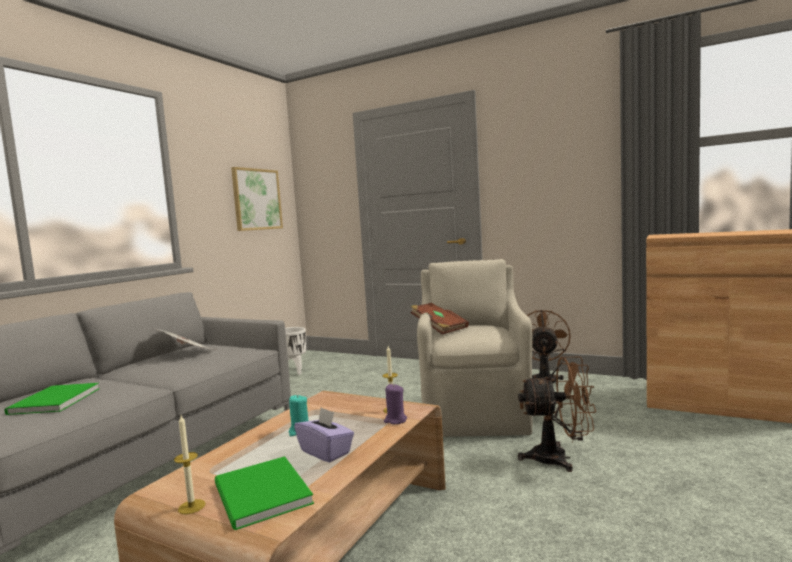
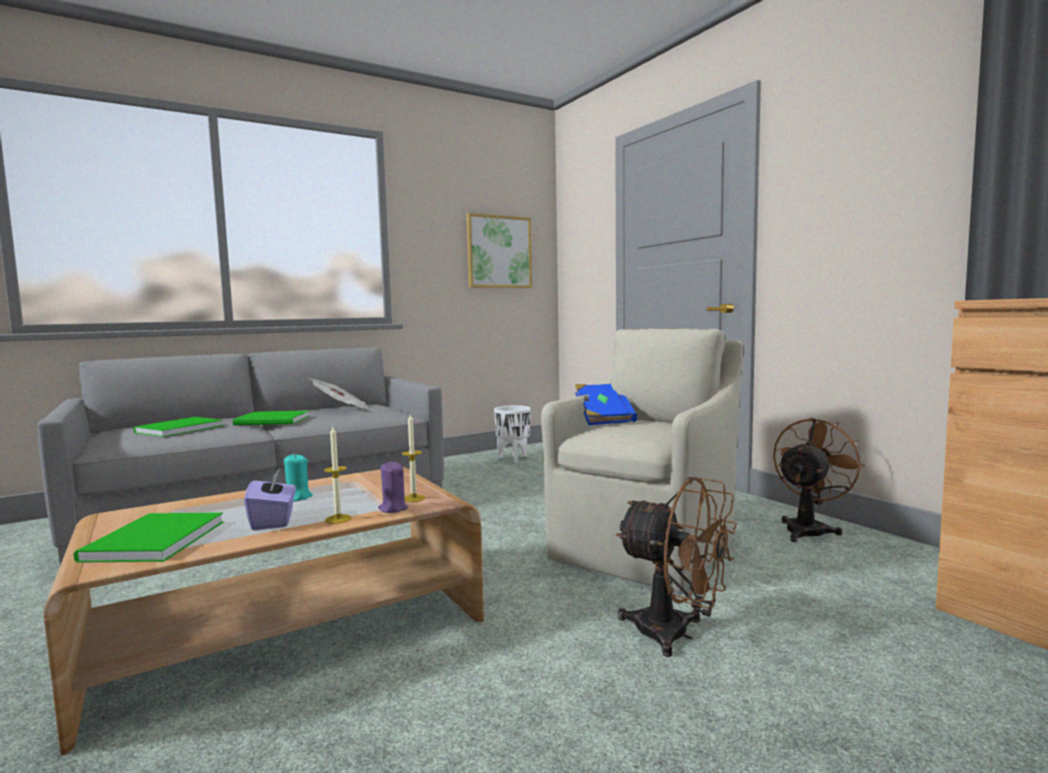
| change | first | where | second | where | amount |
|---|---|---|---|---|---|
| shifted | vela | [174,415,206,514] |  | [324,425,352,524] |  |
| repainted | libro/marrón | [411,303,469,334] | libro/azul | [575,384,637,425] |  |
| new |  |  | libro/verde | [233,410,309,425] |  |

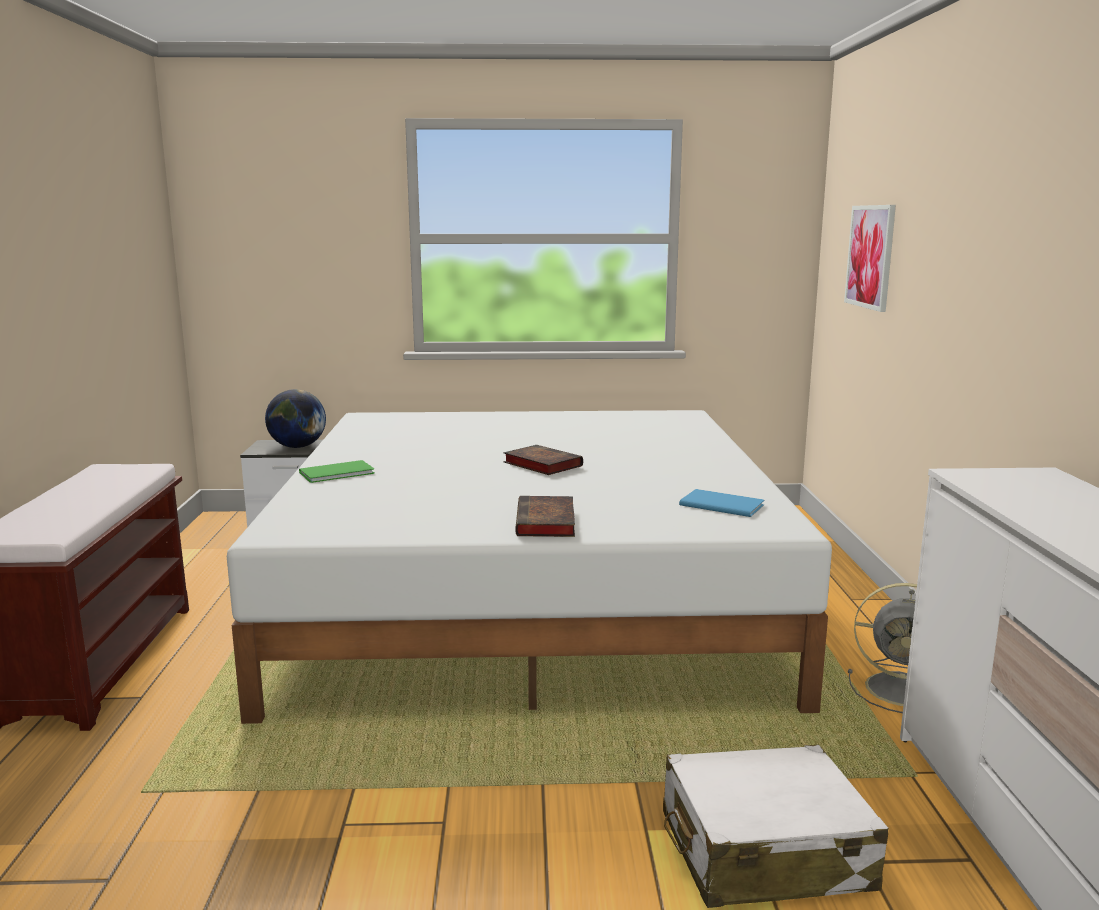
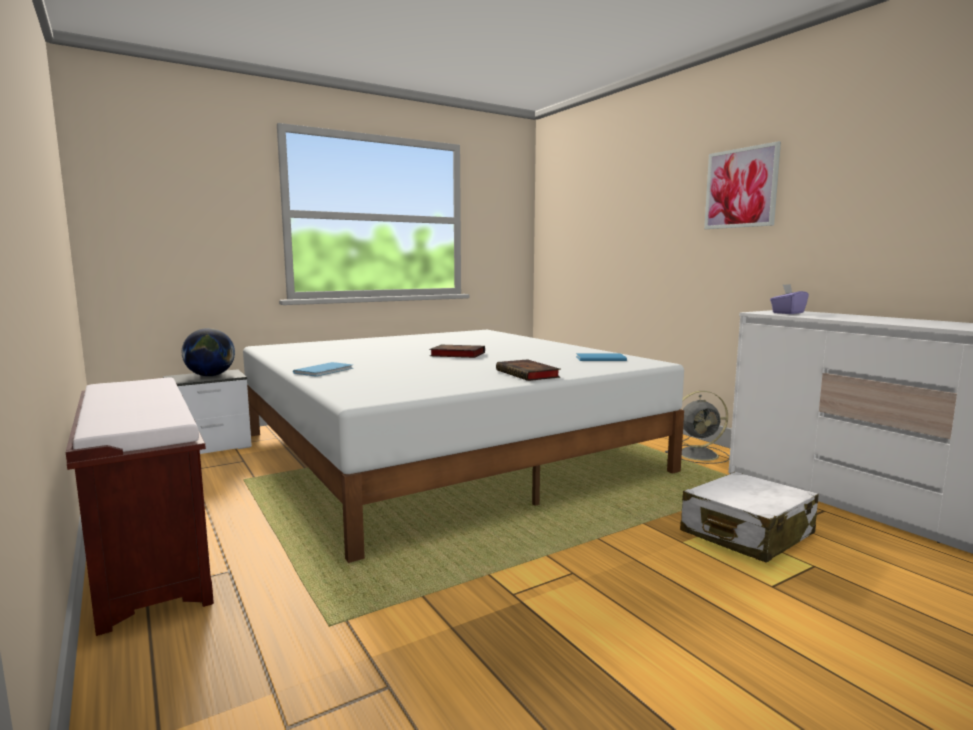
| change | first | where | second | where | amount |
|---|---|---|---|---|---|
| repainted | libro/verde | [299,460,374,483] | libro/azul | [293,362,353,377] |  |
| shifted | cuadro | [844,205,896,312] |  | [704,141,781,229] |  |
| new |  |  | caja de pañuelos/morado | [770,284,809,314] |  |

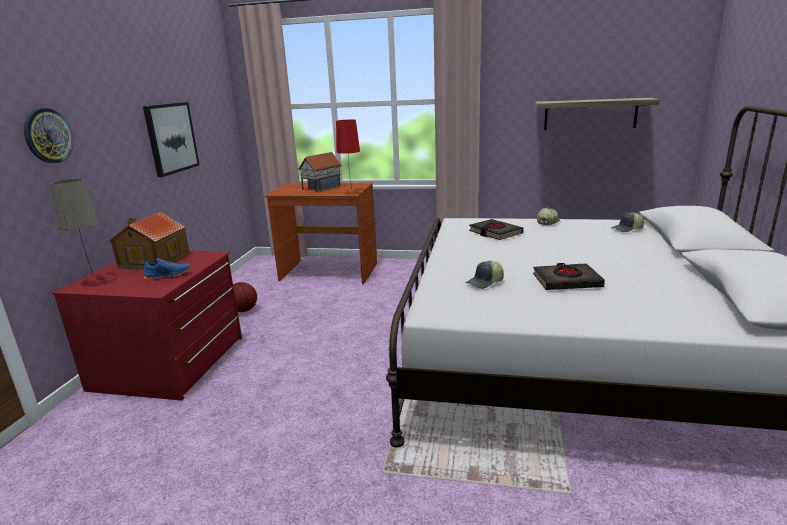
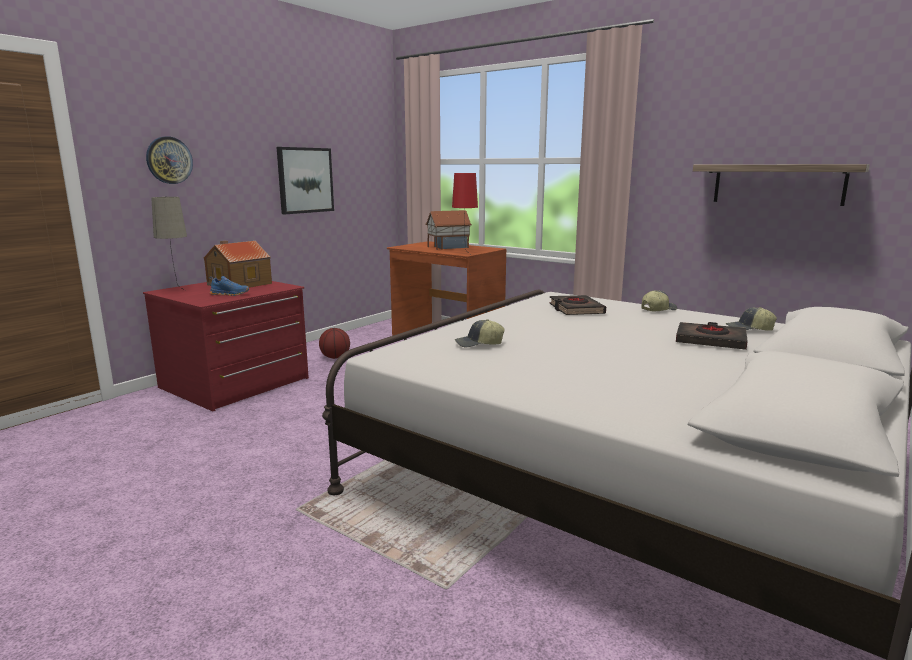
| change | first | where | second | where | amount |
|---|---|---|---|---|---|
| shifted | libro/negro | [533,263,605,290] |  | [676,322,748,350] |  |

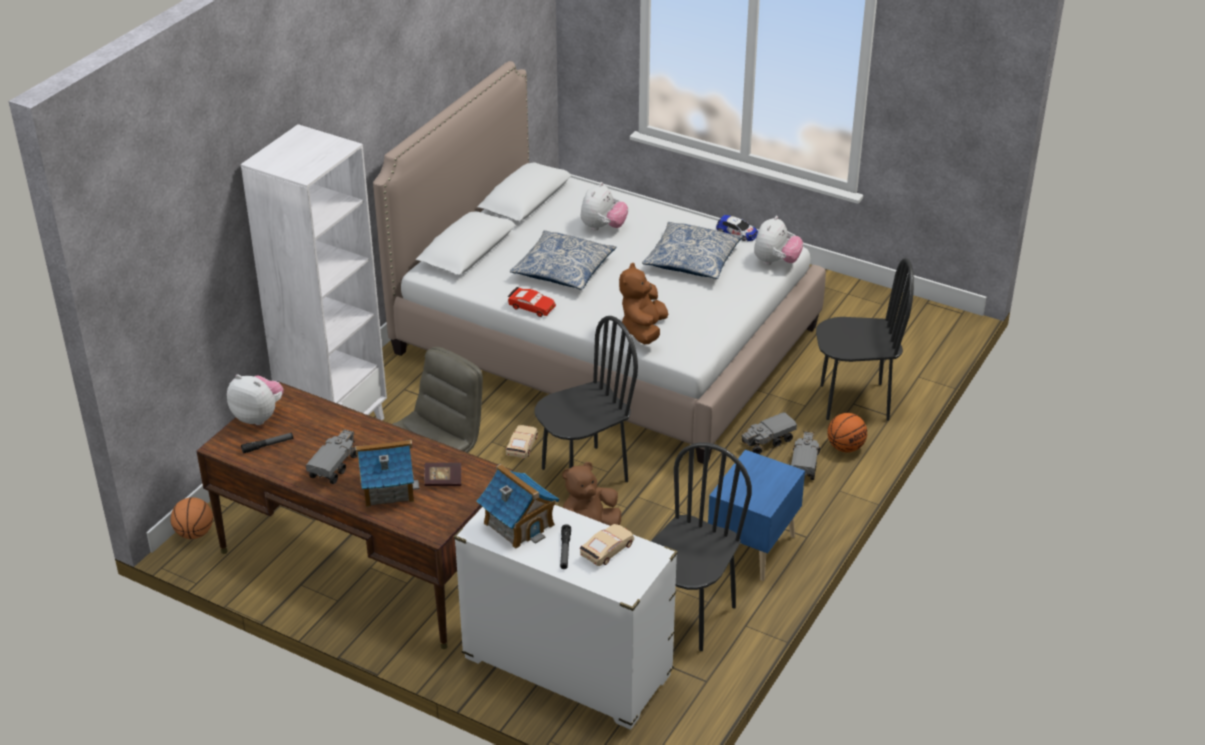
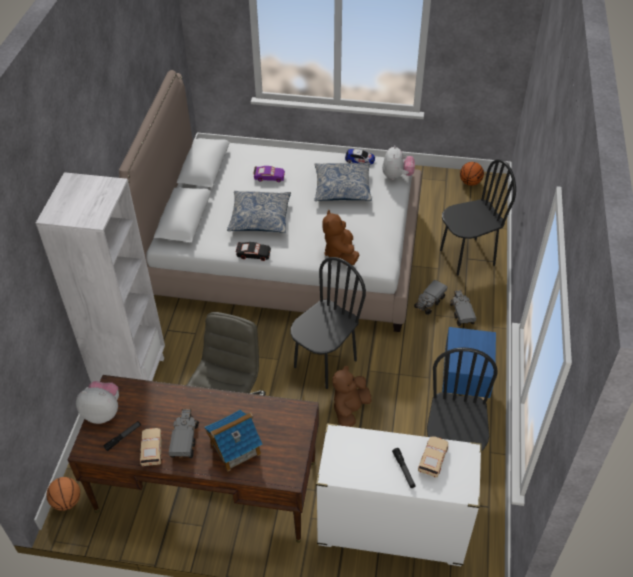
| change | first | where | second | where | amount |
|---|---|---|---|---|---|
| gone | libro | [424,463,461,486] |  |  |  |
| gone | casita | [477,464,559,549] |  |  |  |
| shifted | coche de juguete/beis | [506,425,538,458] |  | [140,428,162,466] |  |
| repainted | coche de juguete/rojo | [507,287,556,317] | coche de juguete/negro | [236,242,271,261] |  |
| swapped | peluche | [581,182,628,231] | coche de juguete/morado | [253,166,285,182] |  |
| shifted | balón de baloncesto | [827,413,867,453] |  | [460,162,484,186] |  |

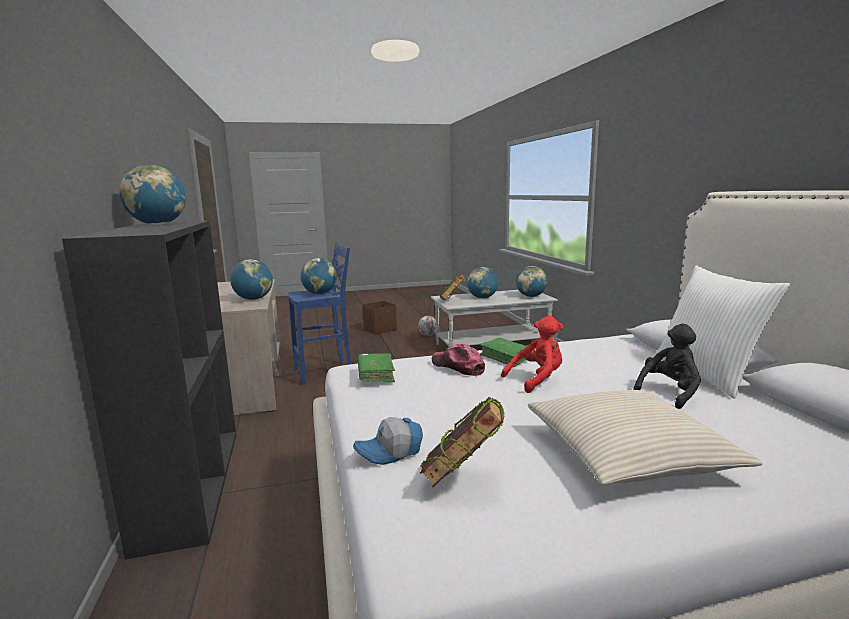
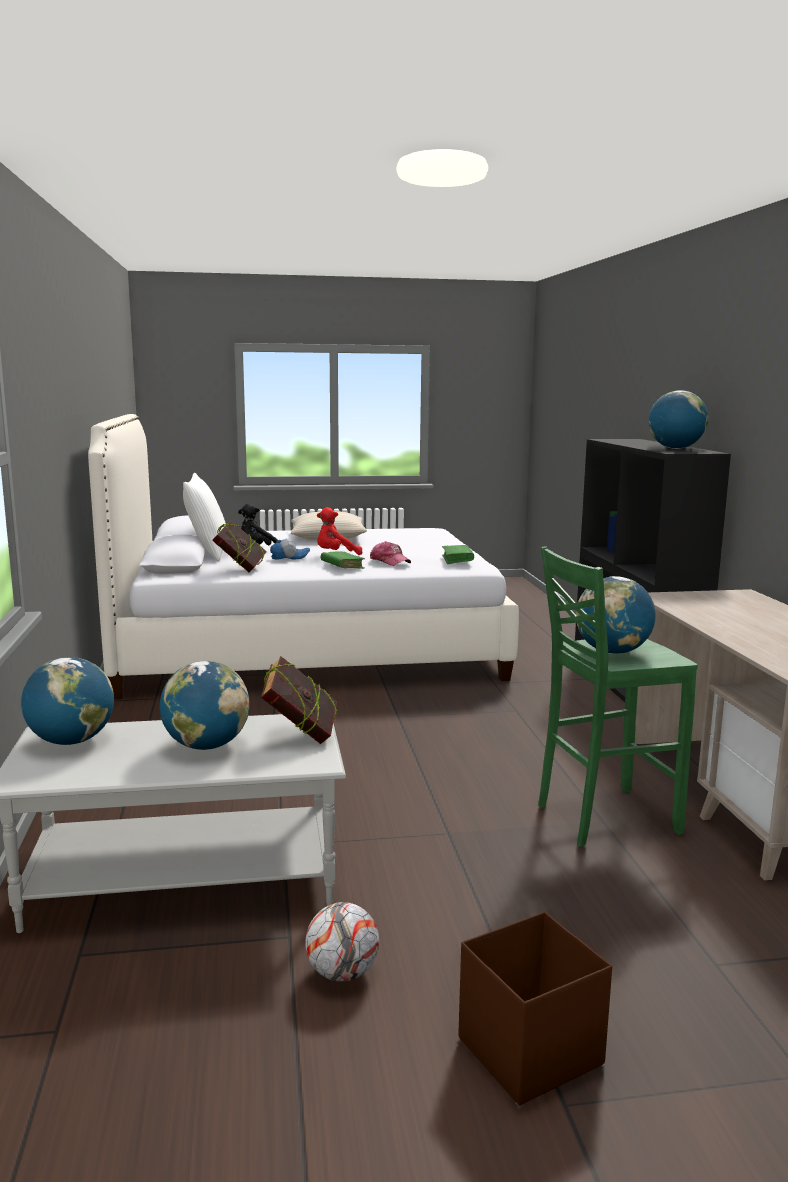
| change | first | where | second | where | amount |
|---|---|---|---|---|---|
| gone | globo terráqueo | [230,259,273,300] |  |  |  |
| repainted | taburete/azul | [288,243,351,385] | taburete/verde | [538,546,698,847] |  |
| shifted | gorra | [353,417,423,465] |  | [270,539,310,560] |  |
| shifted | libro | [420,396,505,487] |  | [212,520,267,573] |  |

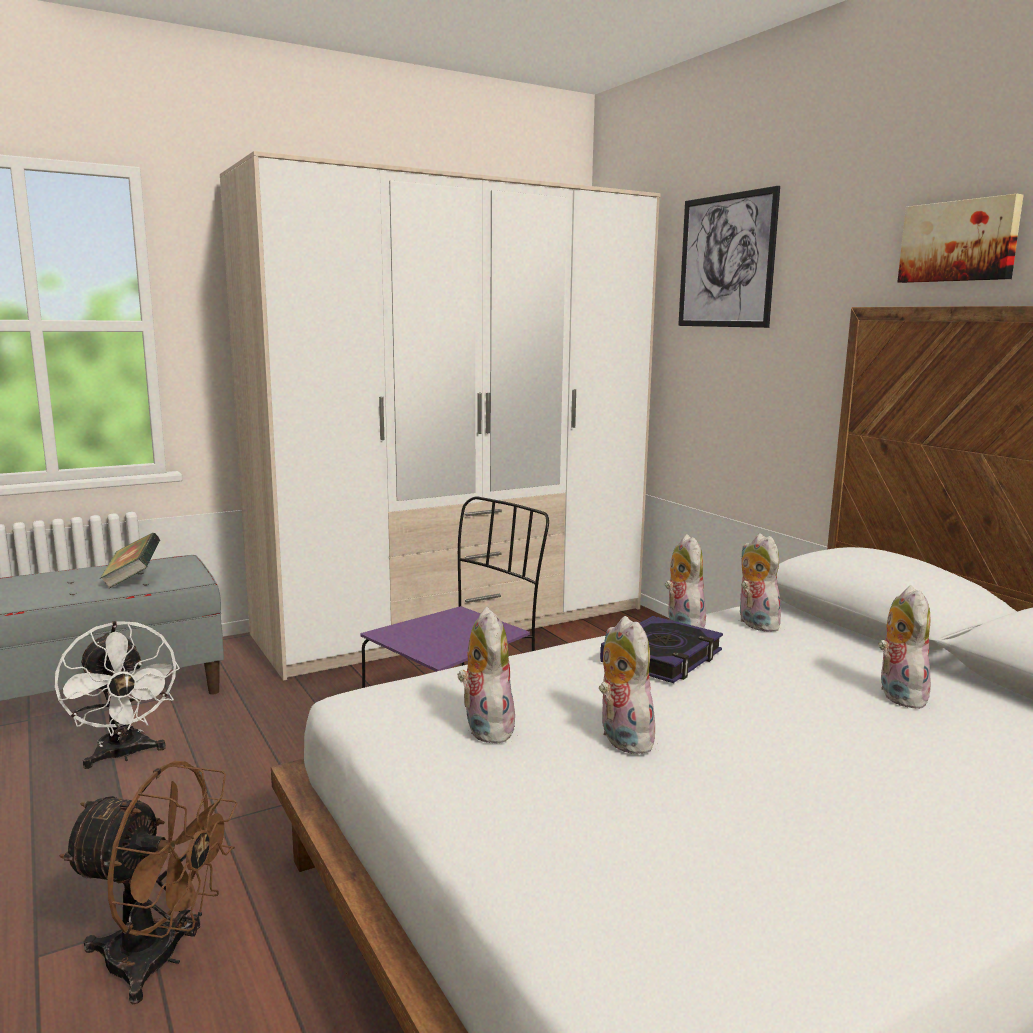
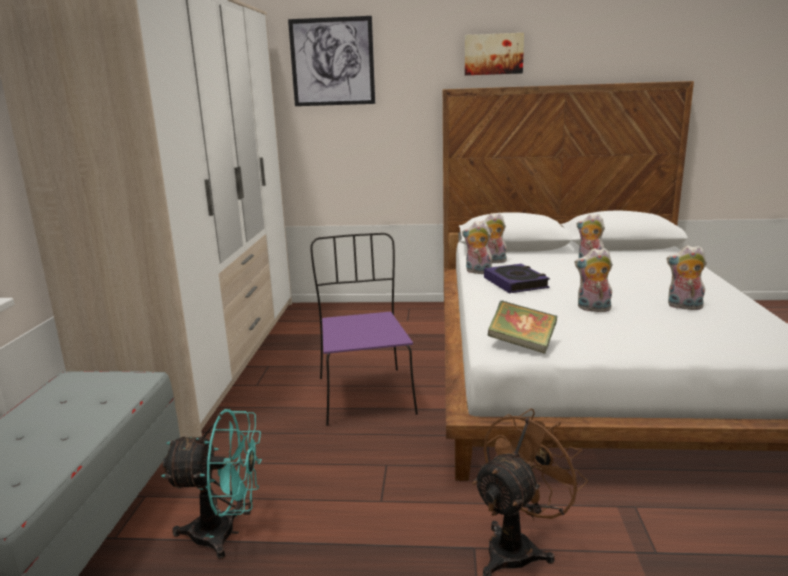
| change | first | where | second | where | amount |
|---|---|---|---|---|---|
| repainted | ventilador/blanco | [55,621,180,769] | ventilador/turquesa | [161,409,262,559] |  |
| shifted | libro | [100,533,160,588] |  | [487,300,557,354] |  |
| shifted | peluche | [458,607,515,744] |  | [667,246,707,310] |  |

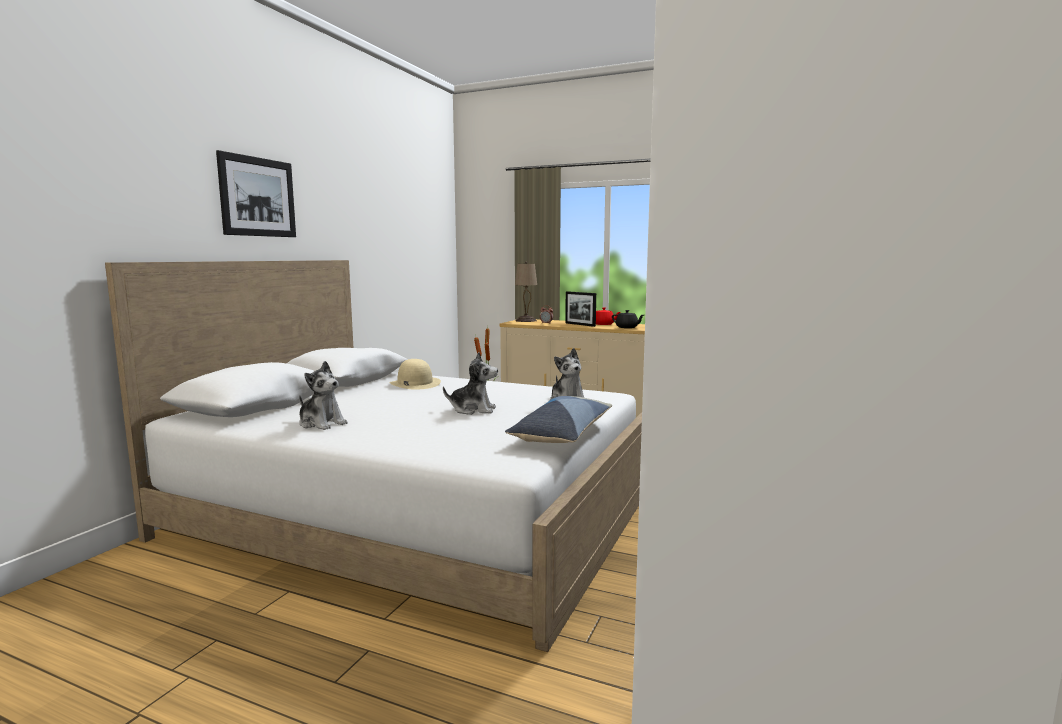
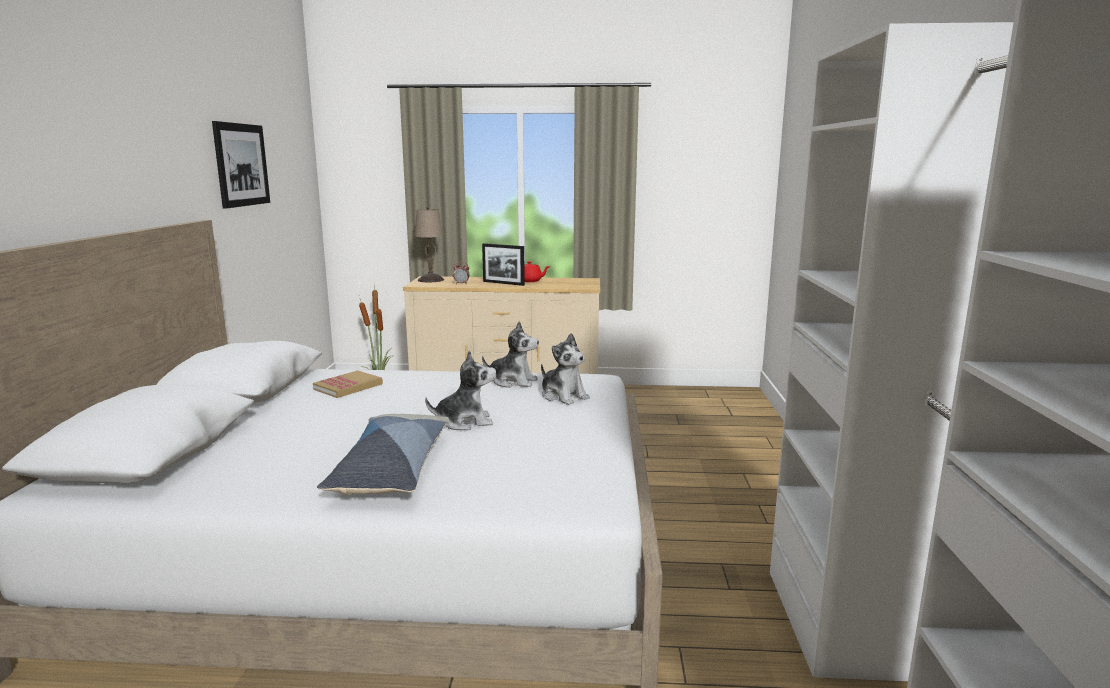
| change | first | where | second | where | amount |
|---|---|---|---|---|---|
| shifted | cuadro | [216,150,296,237] |  | [212,121,270,209] |  |
| shifted | peluche | [299,361,348,430] |  | [482,321,539,388] |  |
| swapped | sombrero/beis | [389,359,441,390] | libro | [313,370,383,398] |  |
| shifted | cojín | [505,396,612,443] |  | [317,414,449,495] |  |
| gone | tetera/negro | [612,310,644,328] |  |  |  |

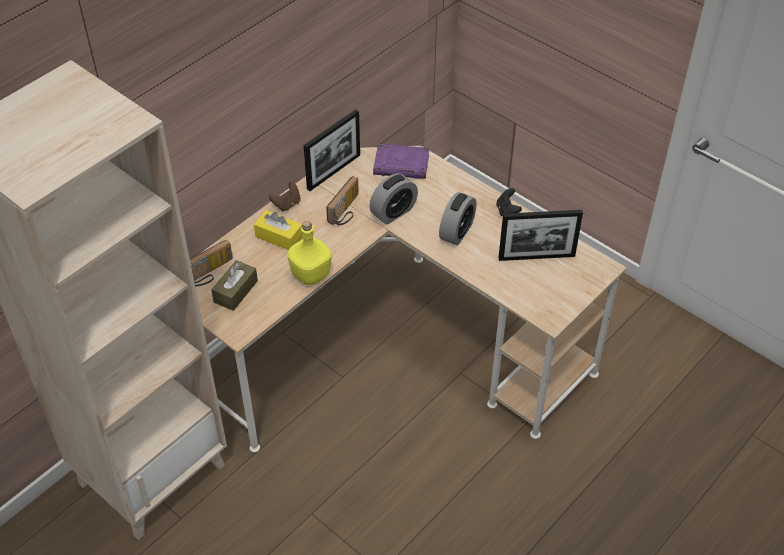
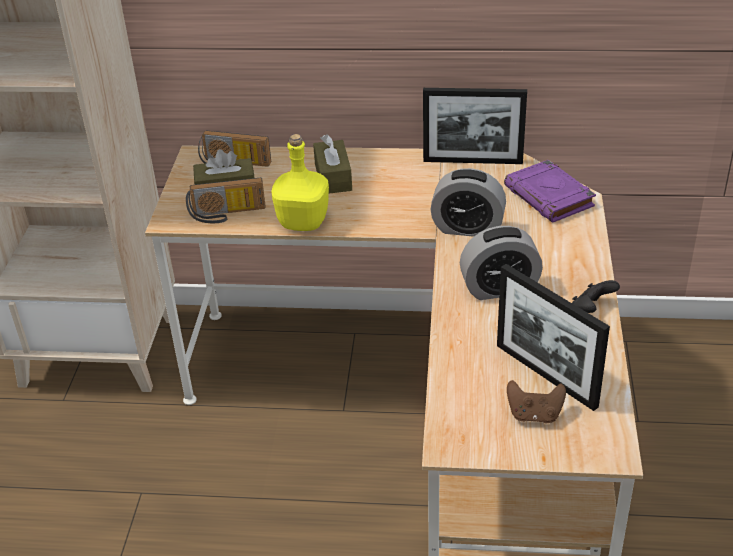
| change | first | where | second | where | amount |
|---|---|---|---|---|---|
| repainted | caja de pañuelos/amarillo | [254,210,303,250] | caja de pañuelos/marrón | [313,134,352,194] |  |
| shifted | mando de consola/marrón | [269,181,300,211] |  | [507,380,566,423] |  |
| shifted | radio | [326,176,359,225] |  | [186,178,266,223] |  |

